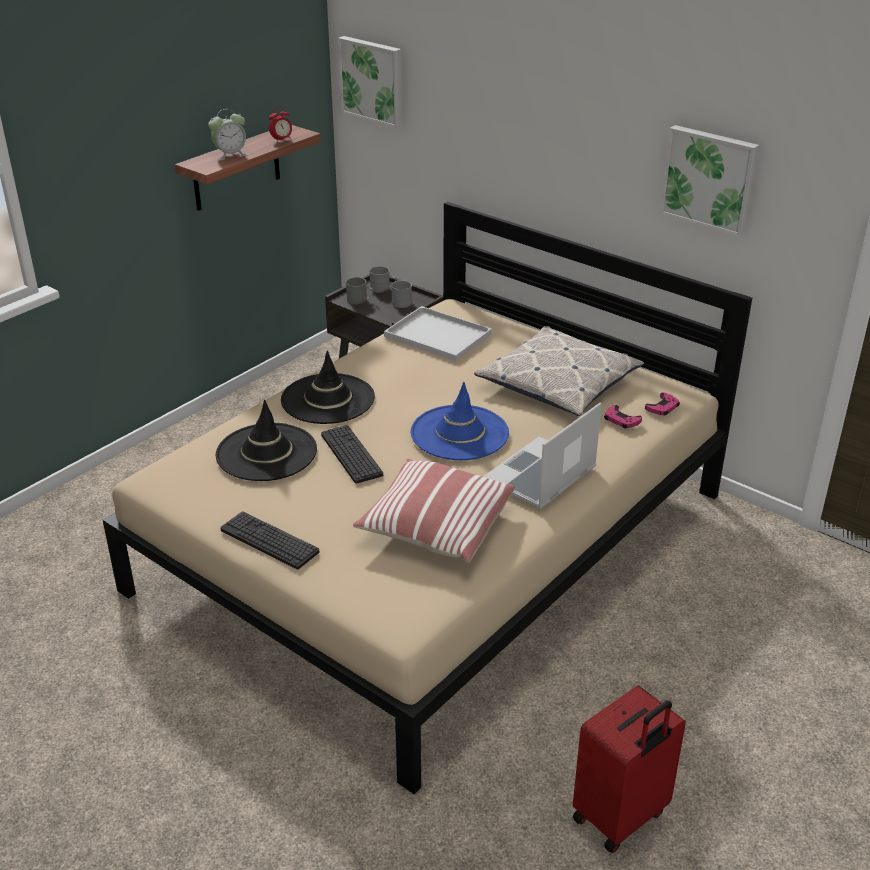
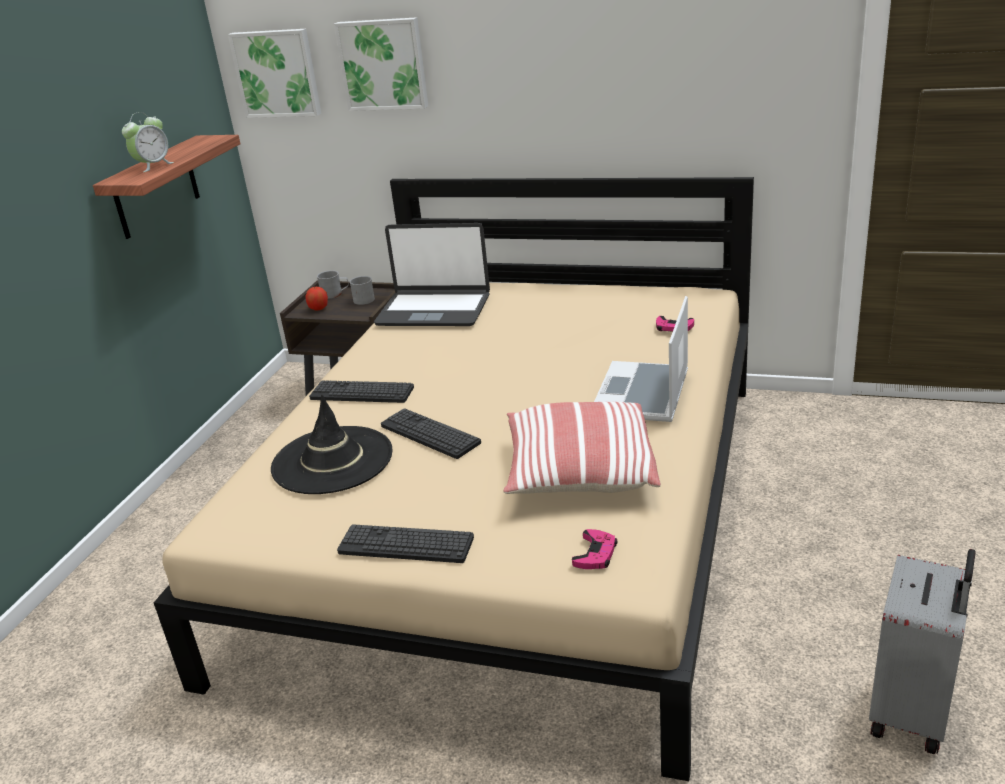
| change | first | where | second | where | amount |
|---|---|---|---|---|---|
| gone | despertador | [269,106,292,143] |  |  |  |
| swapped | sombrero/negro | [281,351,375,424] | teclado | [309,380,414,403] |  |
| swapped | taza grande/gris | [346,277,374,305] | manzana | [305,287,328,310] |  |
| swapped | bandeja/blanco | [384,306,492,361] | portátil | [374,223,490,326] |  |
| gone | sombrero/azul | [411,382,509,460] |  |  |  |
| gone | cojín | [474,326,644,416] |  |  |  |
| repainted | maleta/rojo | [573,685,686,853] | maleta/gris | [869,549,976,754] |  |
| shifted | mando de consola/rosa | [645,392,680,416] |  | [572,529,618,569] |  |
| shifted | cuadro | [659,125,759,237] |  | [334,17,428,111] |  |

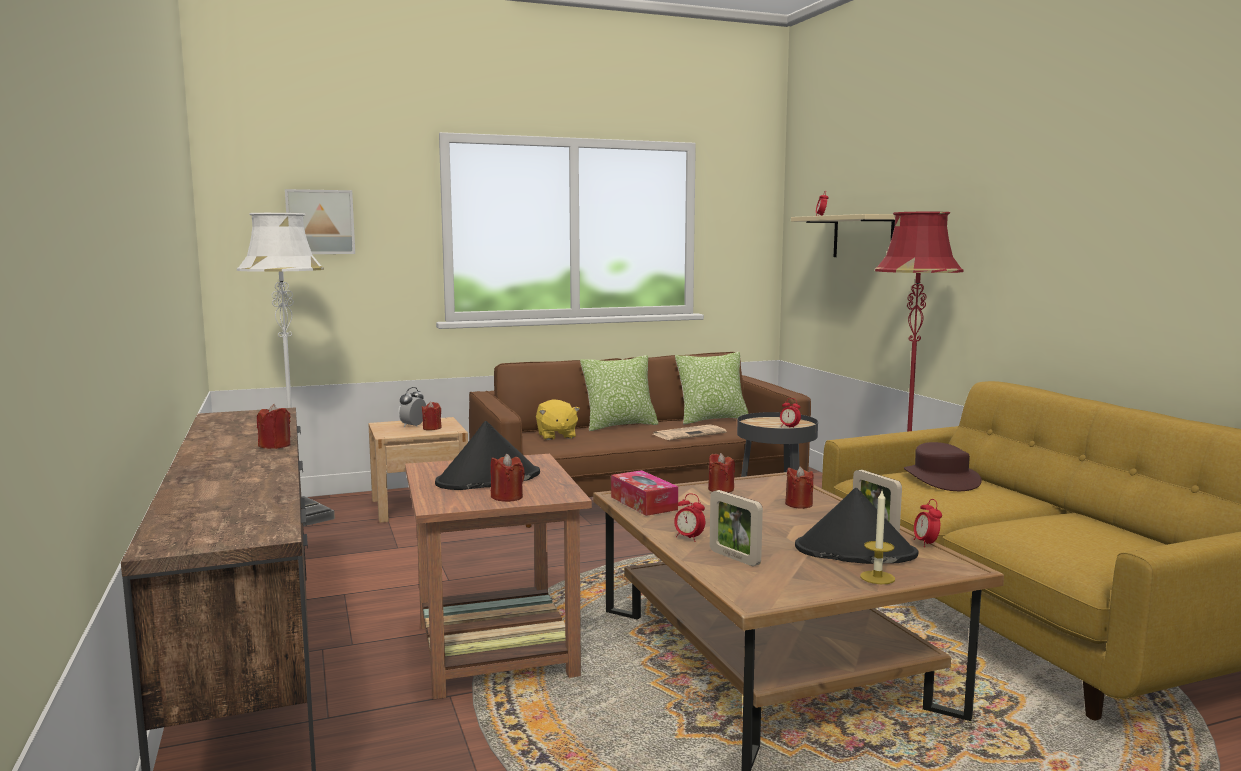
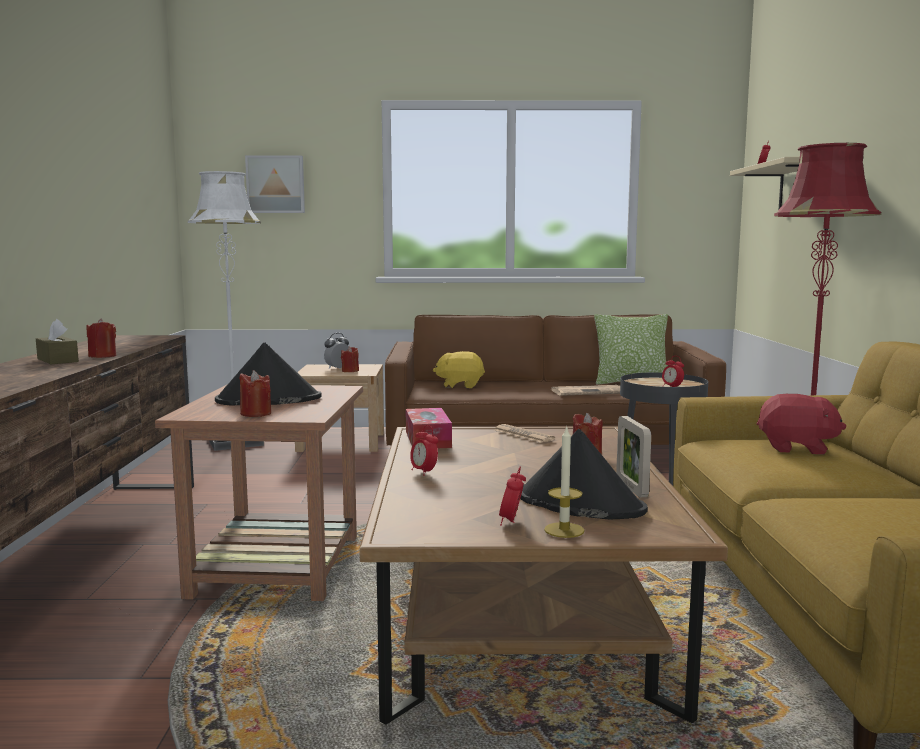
| change | first | where | second | where | amount |
|---|---|---|---|---|---|
| rotated | peluche/amarillo | [536,399,580,440] |  | [433,351,485,388] | 90 degrees clockwise |
| gone | cojín | [580,355,659,431] |  |  |  |
| swapped | vela/rojo | [708,453,735,493] | periódico | [494,424,555,443] |  |
| gone | portarretratos | [710,490,763,566] |  |  |  |
| swapped | sombrero/marrón | [904,442,982,491] | peluche/rojo | [757,394,846,455] |  |
| shifted | despertador | [914,499,942,547] |  | [499,466,526,526] |  |
| new |  |  | caja de pañuelos/marrón | [36,319,79,364] |  |

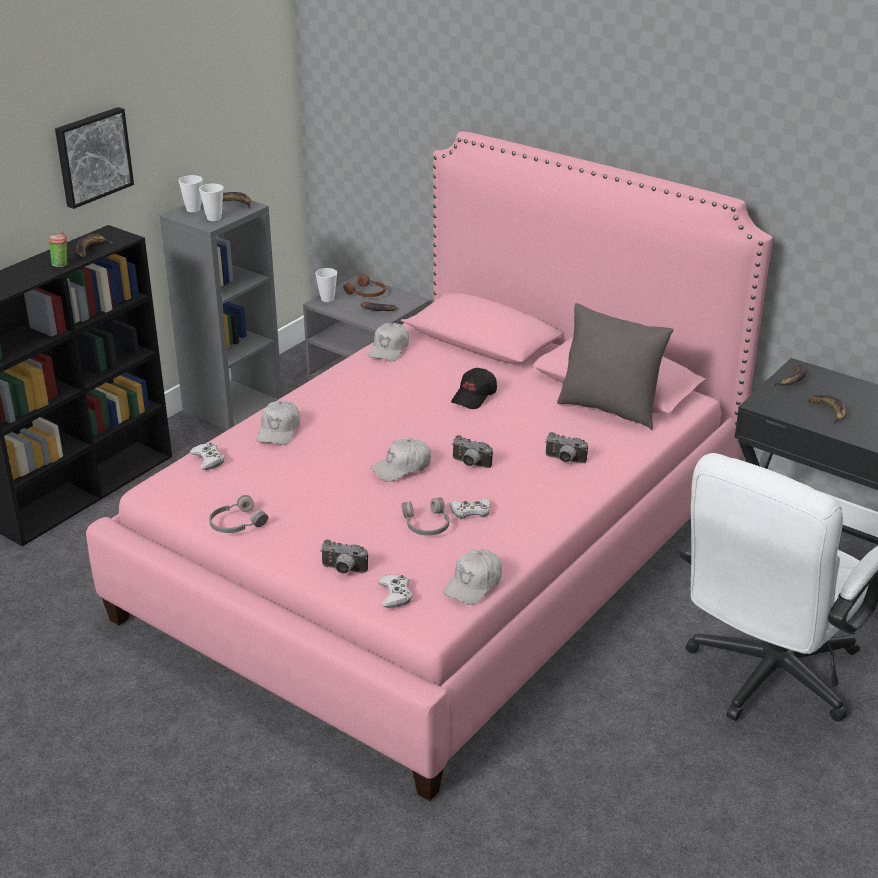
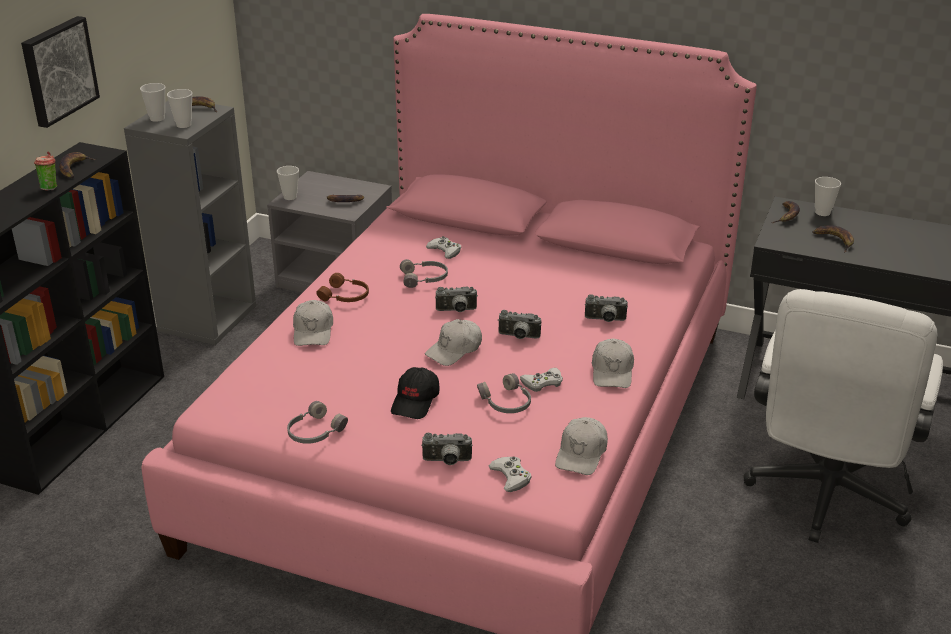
| change | first | where | second | where | amount |
|---|---|---|---|---|---|
| shifted | mando de consola/blanco | [190,443,225,470] |  | [426,236,461,259] |  |
| shifted | auriculares/marrón | [343,274,386,297] |  | [316,273,369,302] |  |
| shifted | gorra/blanco | [368,323,409,361] |  | [592,339,634,388] |  |
| shifted | gorra/negro | [451,368,497,409] |  | [391,367,440,419] |  |
| gone | cojín/gris | [557,303,674,430] |  |  |  |
| new |  |  | auriculares/gris | [400,259,448,288] |  |
| new |  |  | cámara | [435,287,478,312] |  |
| new |  |  | taza | [815,177,841,216] |  |

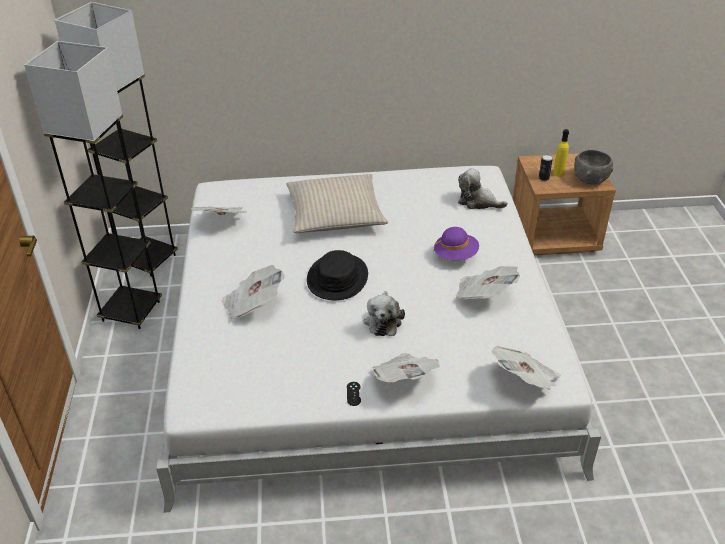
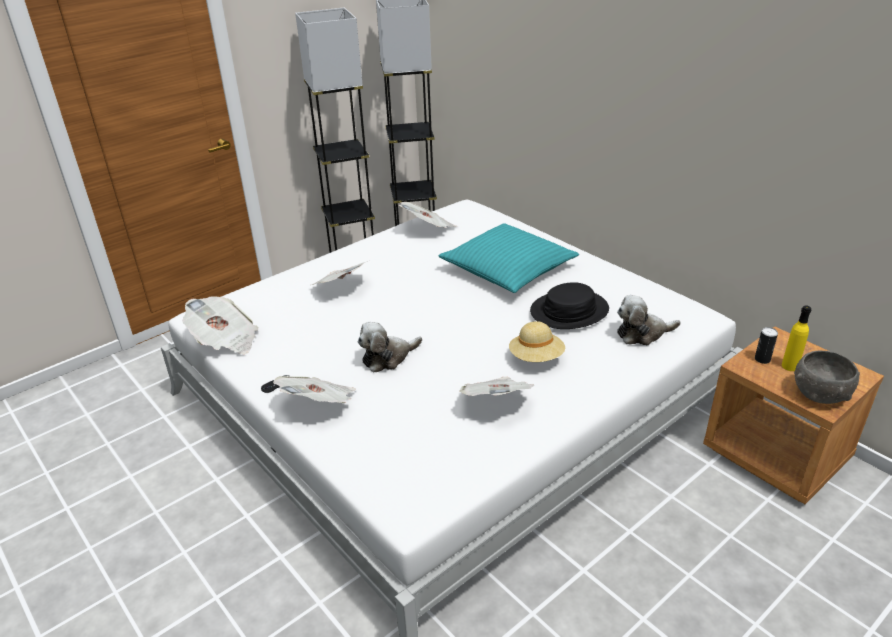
| change | first | where | second | where | amount |
|---|---|---|---|---|---|
| repainted | cojín/beis | [286,174,388,233] | cojín/turquesa | [439,223,579,293] |  |
| shifted | sombrero/negro | [307,250,368,300] |  | [530,282,609,329] |  |
| repainted | sombrero/morado | [434,227,479,260] | sombrero/beis | [509,321,565,362] |  |
| rotated | peluche | [458,168,508,209] |  | [617,295,680,345] | 90 degrees counterclockwise |
| shifted | periódico | [492,346,561,390] |  | [182,296,259,354] |  |

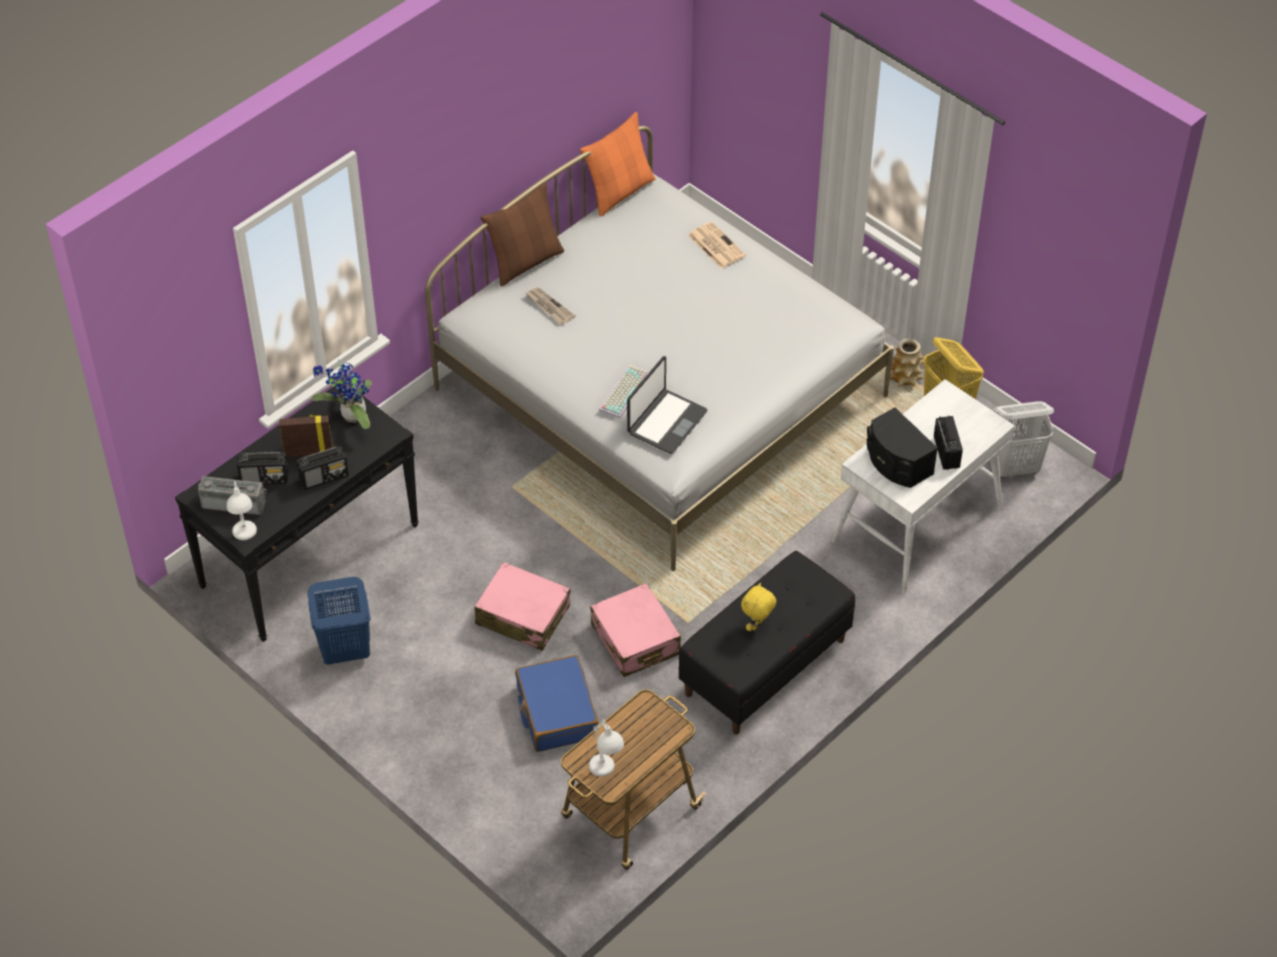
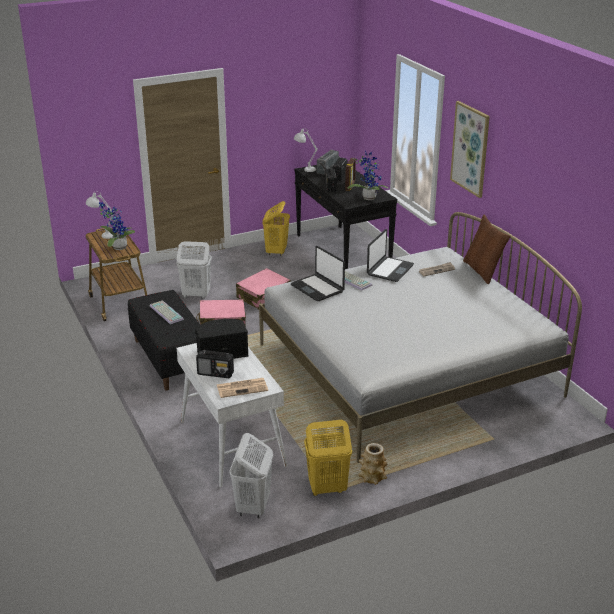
| change | first | where | second | where | amount |
|---|---|---|---|---|---|
| repainted | cesto de la ropa/azul | [307,577,371,665] | cesto de la ropa/amarillo | [262,201,290,256] |  |
| swapped | maleta/azul | [515,655,599,752] | cesto de la ropa/blanco | [176,241,212,299] |  |
| gone | cojín/naranja | [580,112,656,217] |  |  |  |
| shifted | periódico | [688,222,746,269] |  | [217,378,268,398] |  |
| swapped | peluche/amarillo | [741,582,777,631] | teclado | [150,301,184,324] |  |
| new |  |  | planta en maceta | [99,202,135,250] |  |
| new |  |  | portátil | [367,229,414,282] |  |
| new |  |  | cuadro | [450,101,490,198] |  |

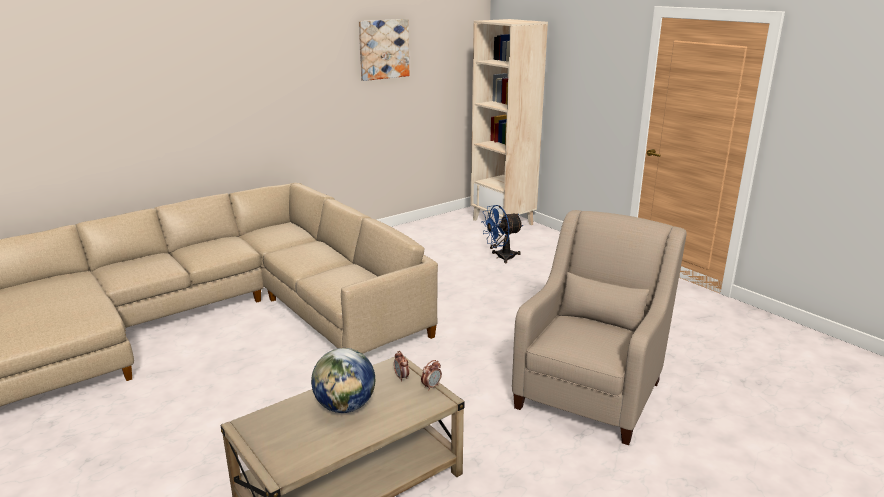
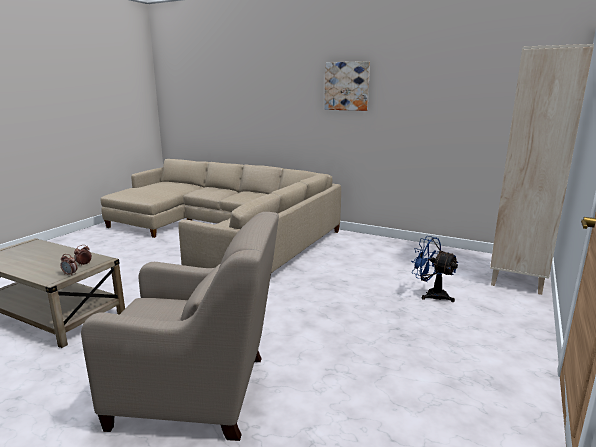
| change | first | where | second | where | amount |
|---|---|---|---|---|---|
| gone | globo terráqueo | [311,348,375,413] |  |  |  |
| shifted | cuadro | [359,19,409,81] |  | [324,61,370,111] |  |

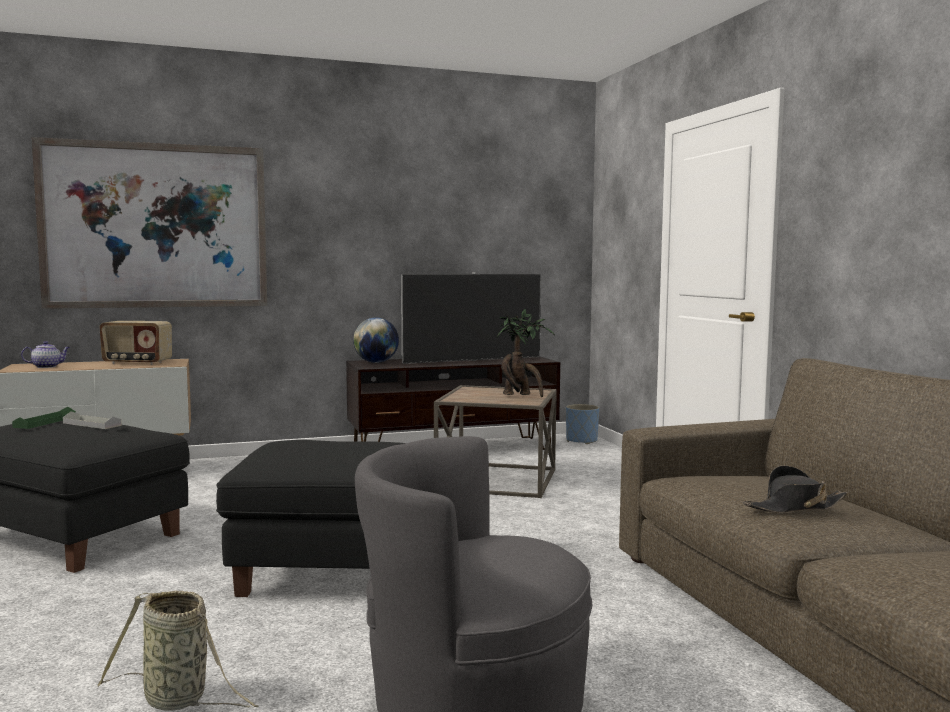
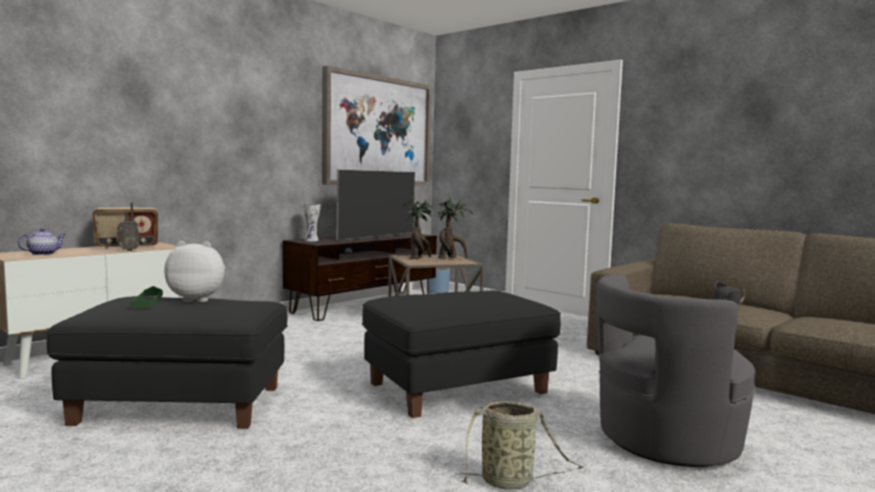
| change | first | where | second | where | amount |
|---|---|---|---|---|---|
| shifted | cuadro | [31,137,267,309] |  | [322,66,432,186] |  |
| swapped | bandeja/gris | [63,411,122,429] | peluche | [164,241,226,302] |  |
| swapped | globo terráqueo | [353,318,399,363] | florero | [303,204,321,241] |  |
| new |  |  | radio | [116,202,140,251] |  |
| new |  |  | planta en maceta | [403,196,433,259] |  |

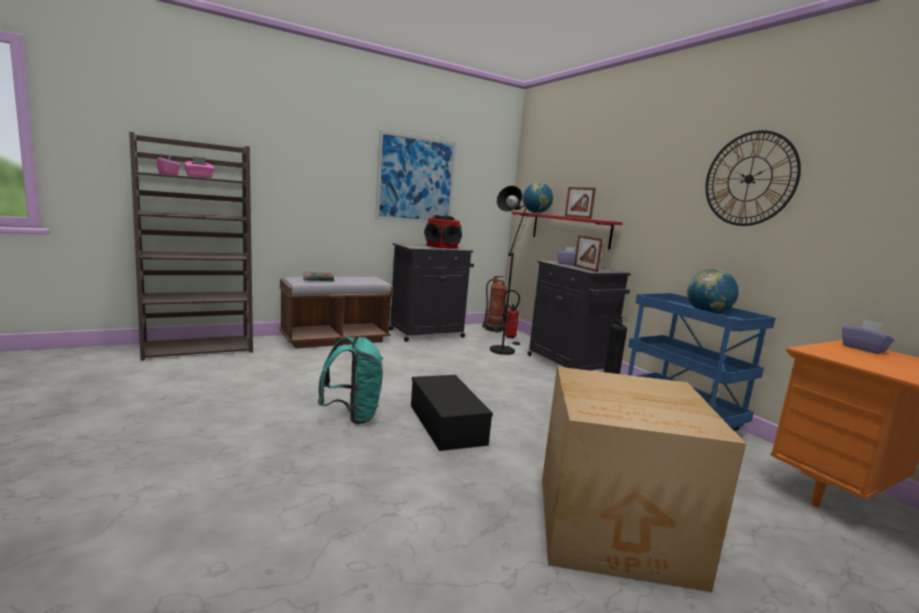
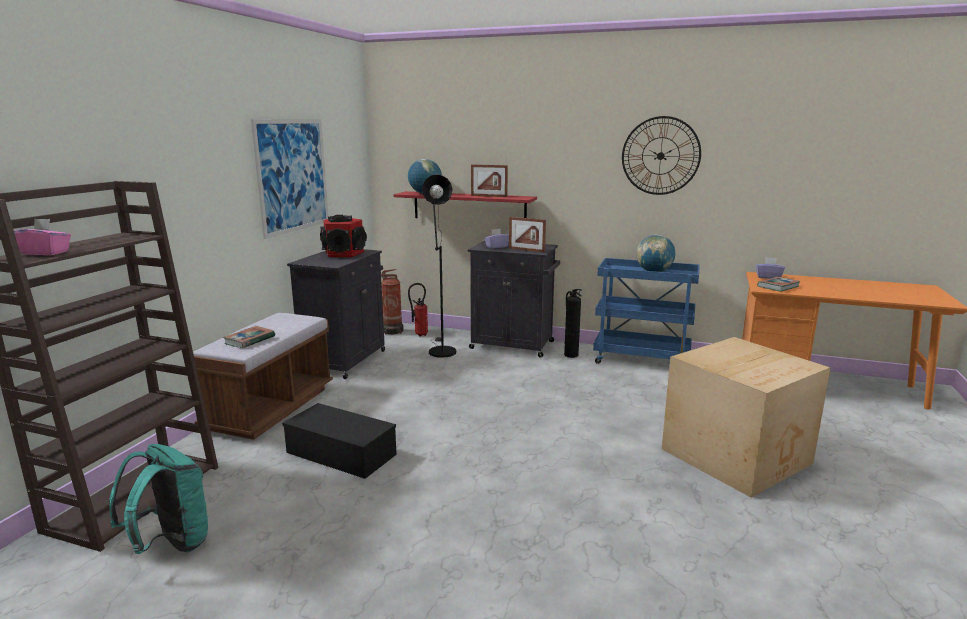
| change | first | where | second | where | amount |
|---|---|---|---|---|---|
| gone | caja de pañuelos/rosa | [184,156,214,178] |  |  |  |
| shifted | mochila/turquesa | [318,337,383,424] |  | [109,444,209,554] |  |
| shifted | caja de almacenaje/negro | [411,375,493,451] |  | [282,403,397,479] |  |
| new |  |  | libro | [757,277,801,292] |  |

